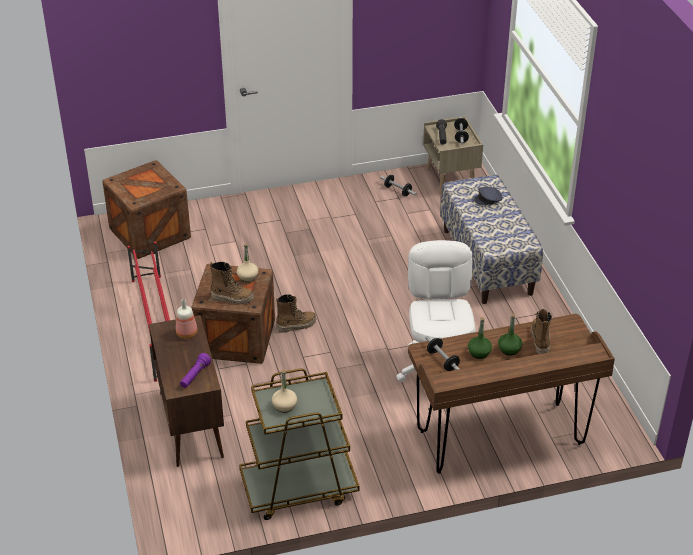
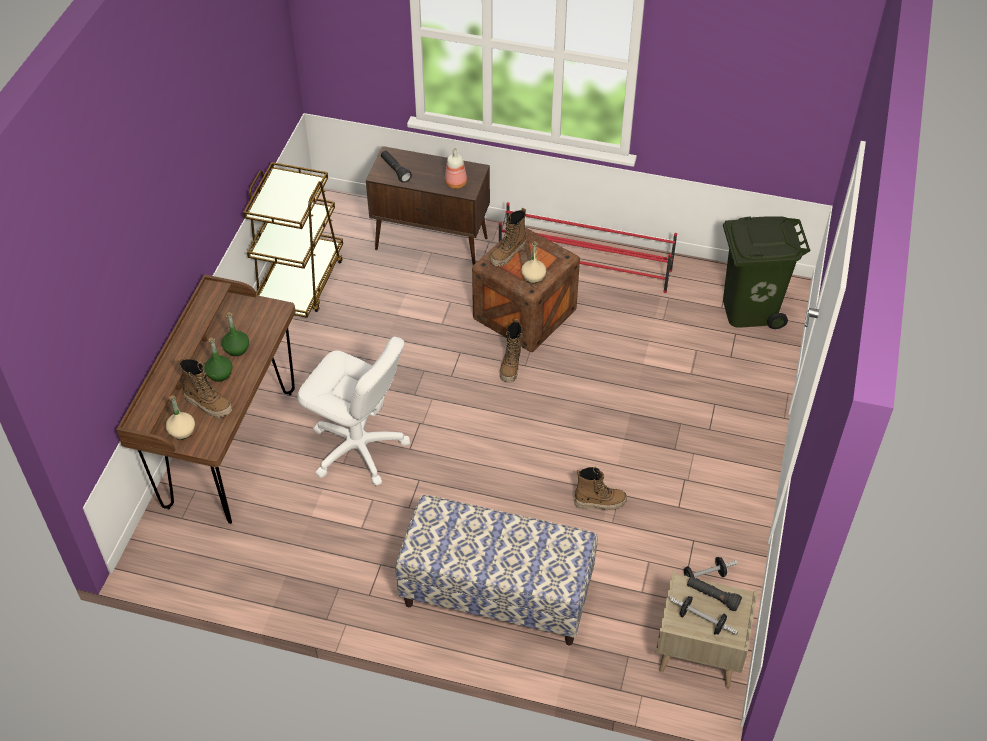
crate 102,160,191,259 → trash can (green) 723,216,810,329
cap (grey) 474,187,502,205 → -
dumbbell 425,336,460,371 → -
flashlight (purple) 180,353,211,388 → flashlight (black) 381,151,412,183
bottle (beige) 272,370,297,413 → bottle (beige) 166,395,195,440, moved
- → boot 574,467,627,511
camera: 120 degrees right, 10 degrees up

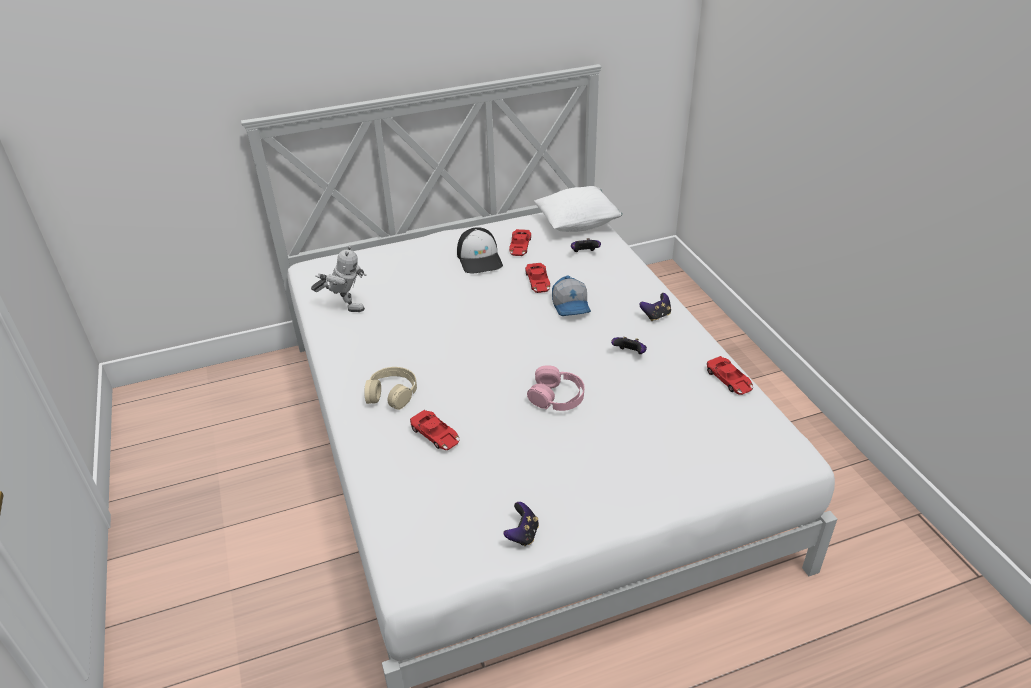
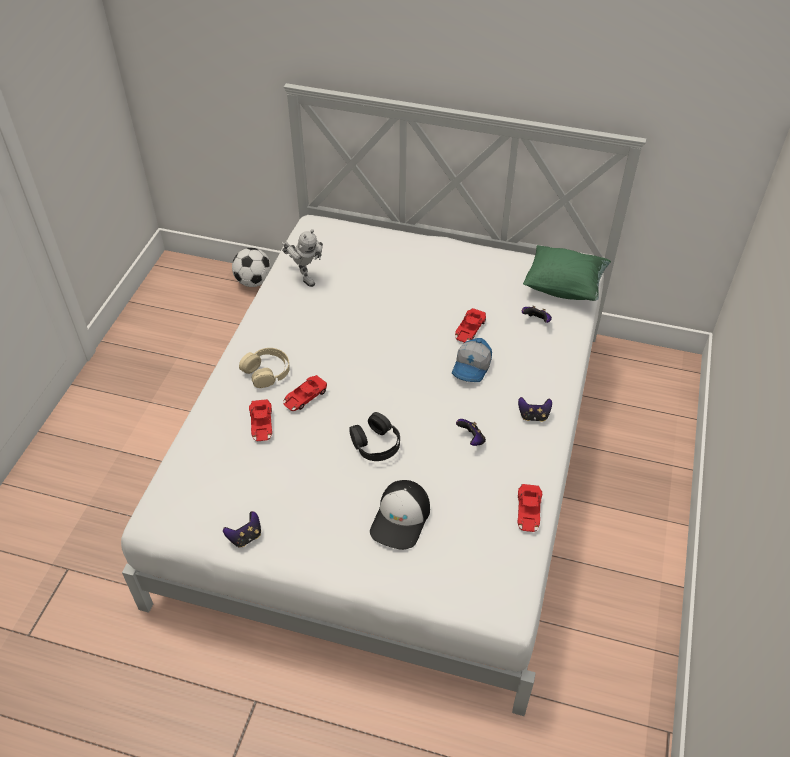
pillow (white) 534,186,623,232 → pillow (green) 523,245,611,301
cap 457,227,503,273 → cap 370,480,430,550, moved
toy car (red) 509,229,531,256 → toy car (red) 283,375,327,411, moved
headphones (pink) 527,366,584,411 → headphones (black) 349,412,400,461
- → football 232,248,271,287
camera: 35 degrees right, 10 degrees up

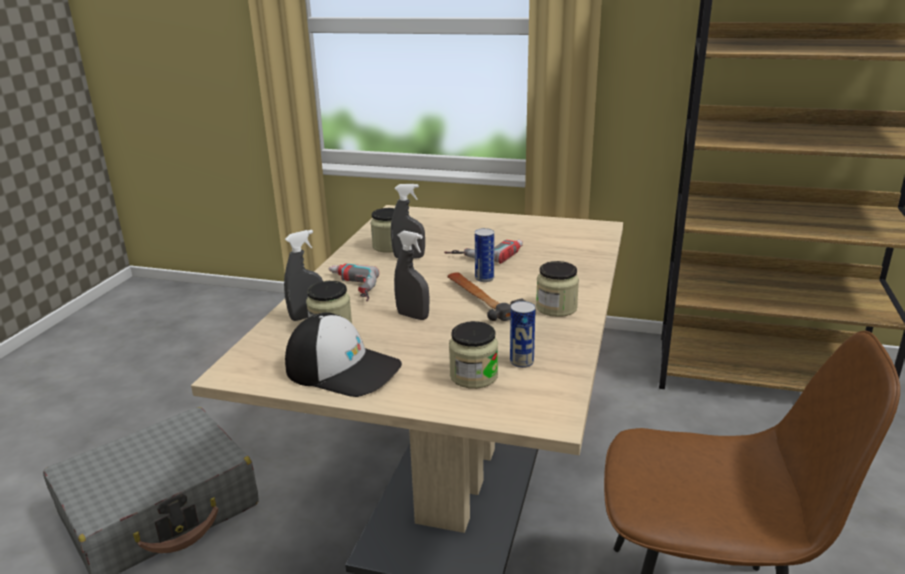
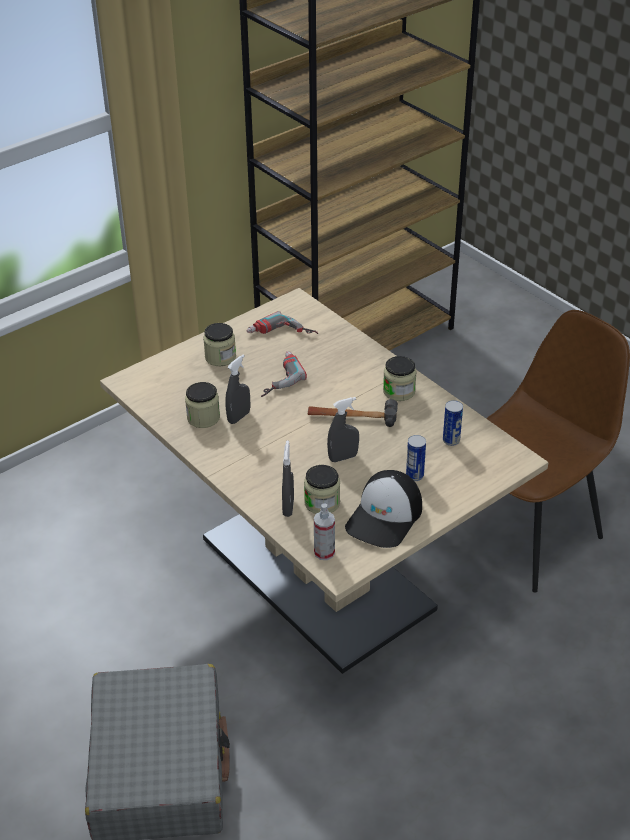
can 475,228,494,282 → can 406,435,426,481, moved
power drill 329,263,379,301 → power drill 247,311,319,334, moved
cap 285,312,402,397 → cap 345,470,422,548, 150 degrees clockwise
jar 449,321,498,389 → jar 203,323,236,366, moved
- → spray bottle 314,503,335,560
camera: 55 degrees left, 15 degrees up

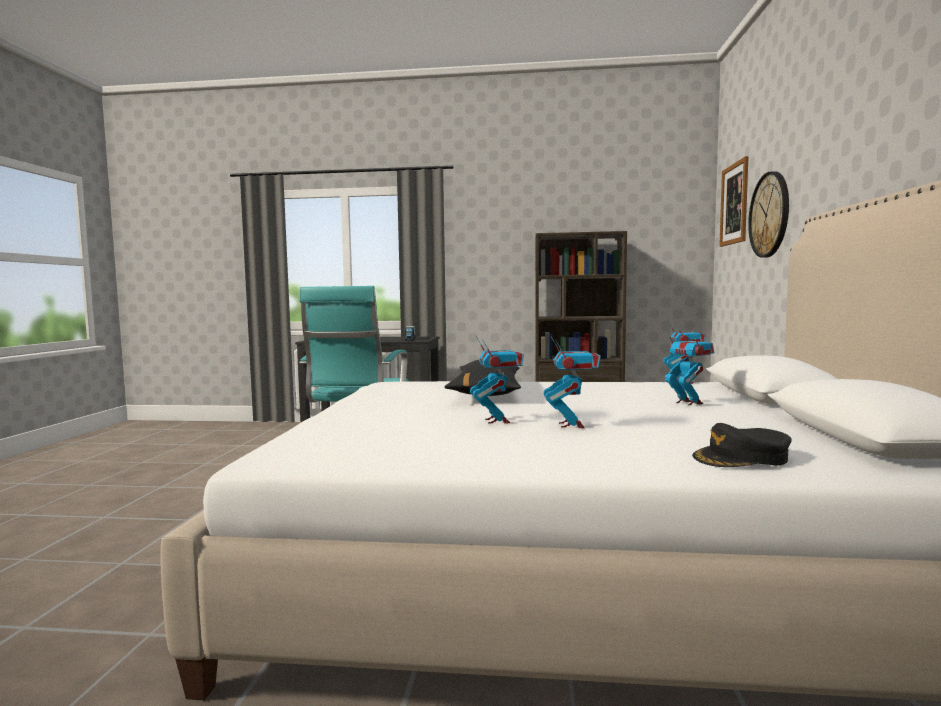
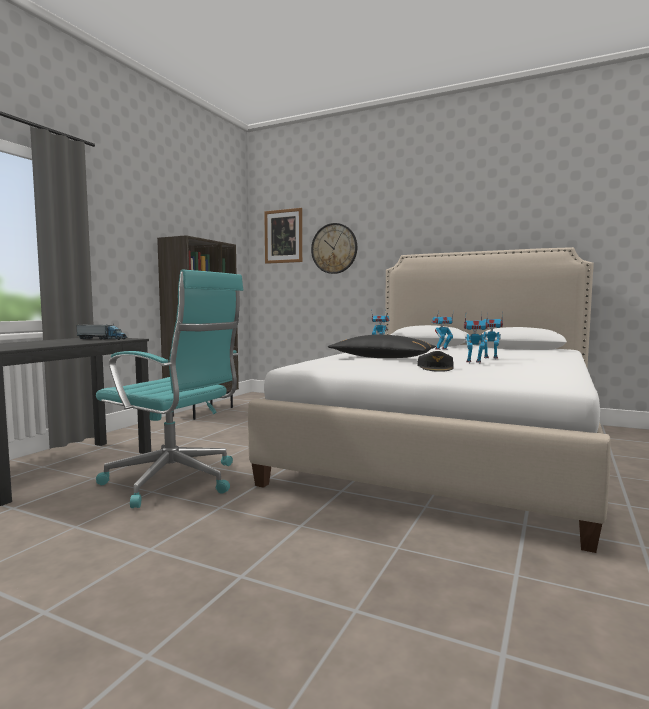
cap (black) 692,423,791,467 → cap (black) 417,351,454,372, moved
camera: 70 degrees left, 0 degrees up

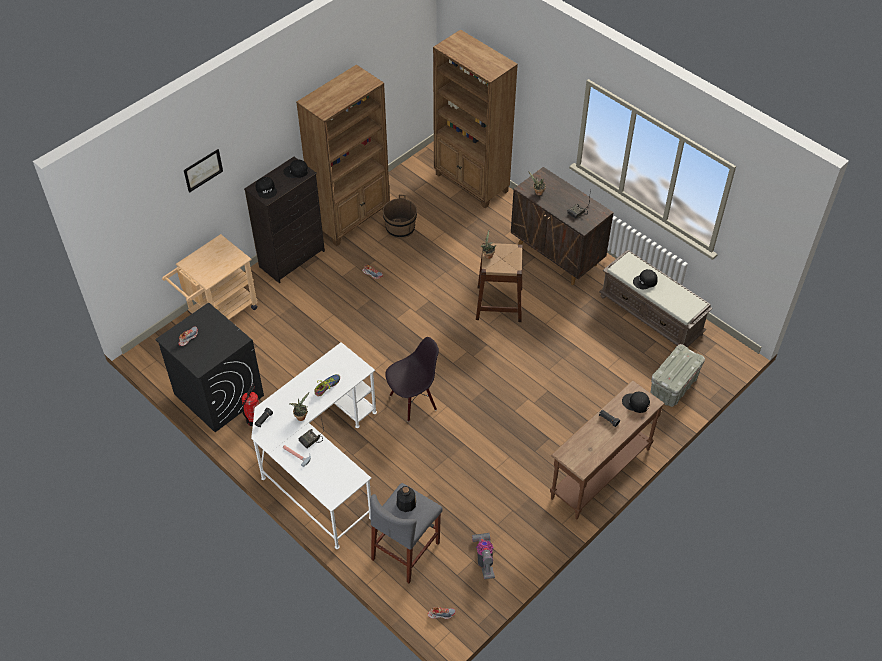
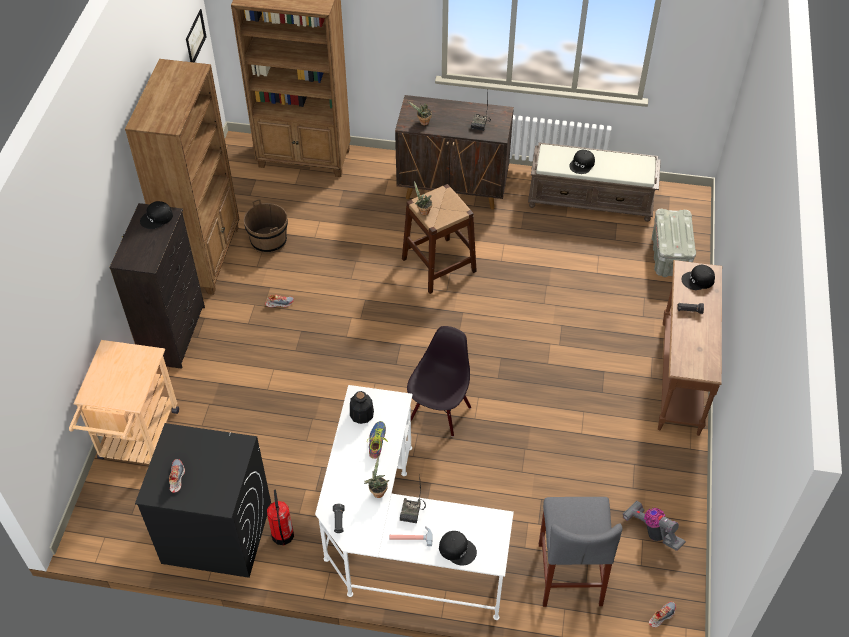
picture 184,149,223,193 → picture 186,9,207,63, moved
cap (black) 256,177,277,199 → cap (black) 439,531,477,565, moved
bottle 396,486,416,512 → bottle 350,391,374,424, moved
camera: 35 degrees left, 0 degrees up

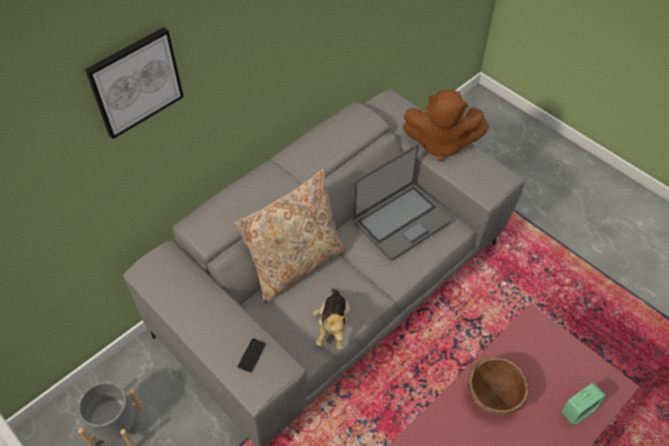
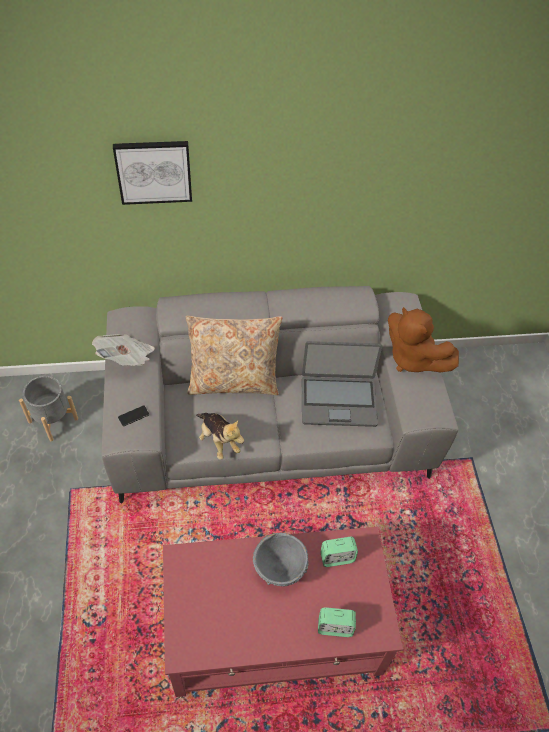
plush toy 313,288,350,350 → plush toy 196,413,244,460, 75 degrees counterclockwise
bowl (brown) 467,358,529,416 → bowl (grey) 253,532,309,587
- → newspaper 92,334,155,366
- → alarm clock 320,537,358,567
camera: 35 degrees right, 0 degrees up

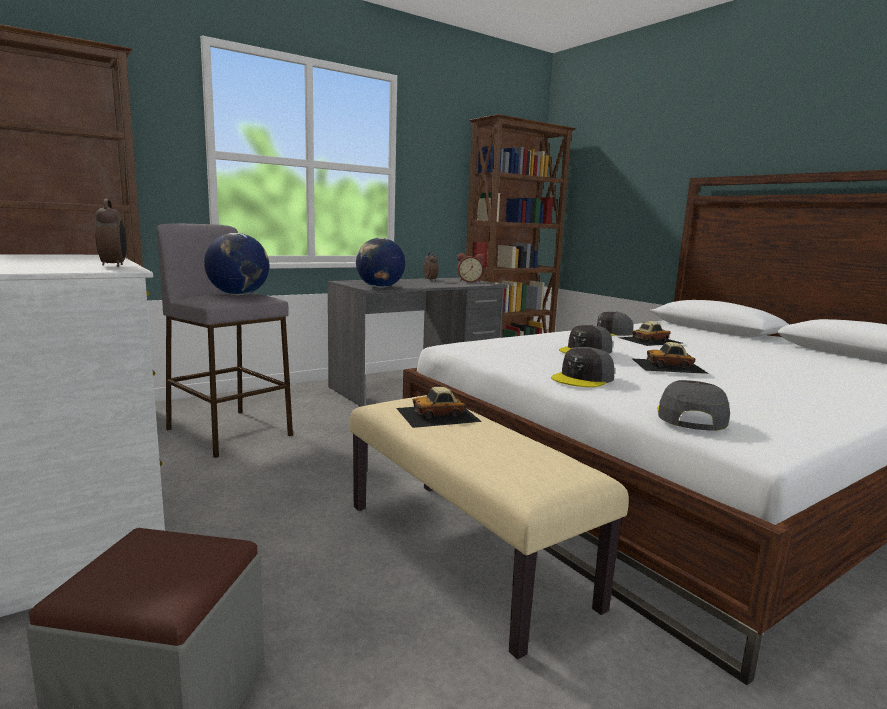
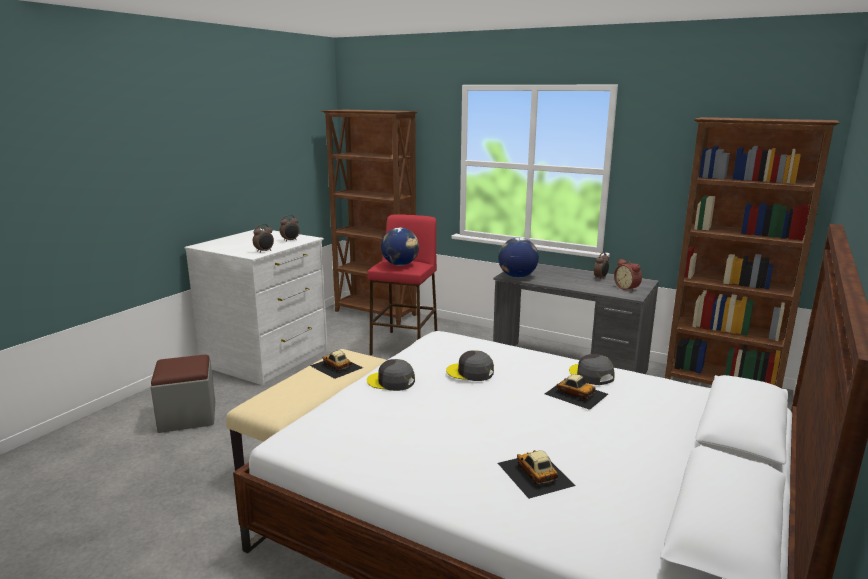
stool (grey) 157,223,293,458 → stool (red) 367,214,437,355
toy car 631,342,709,374 → toy car 498,450,576,499, moved
cap (grey) 657,380,730,431 → -
- → alarm clock 280,215,300,241
camera: 65 degrees right, 5 degrees up

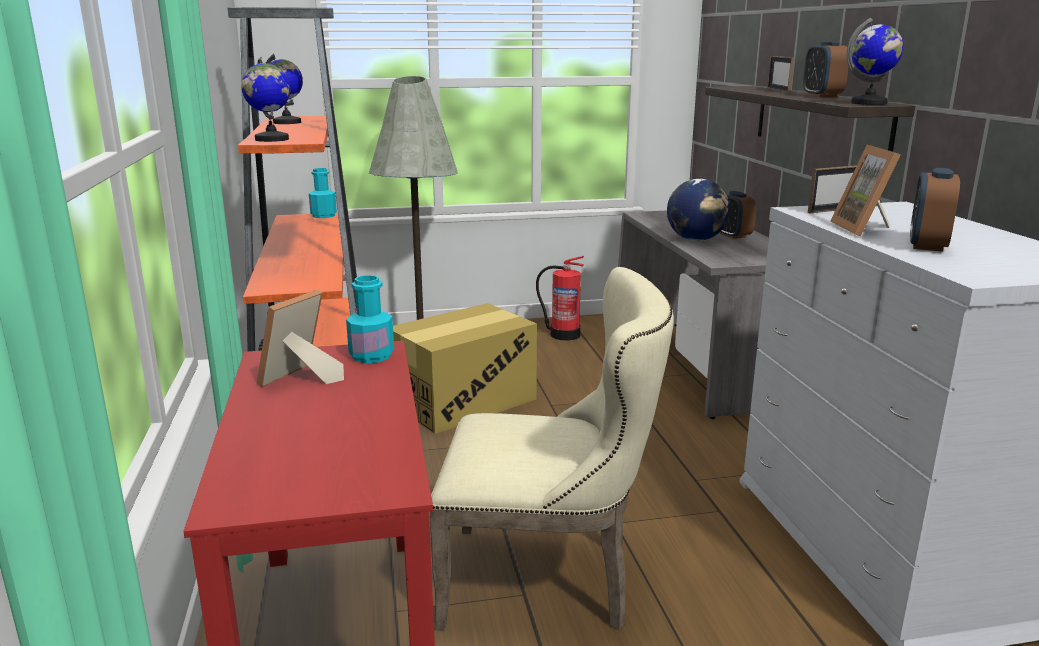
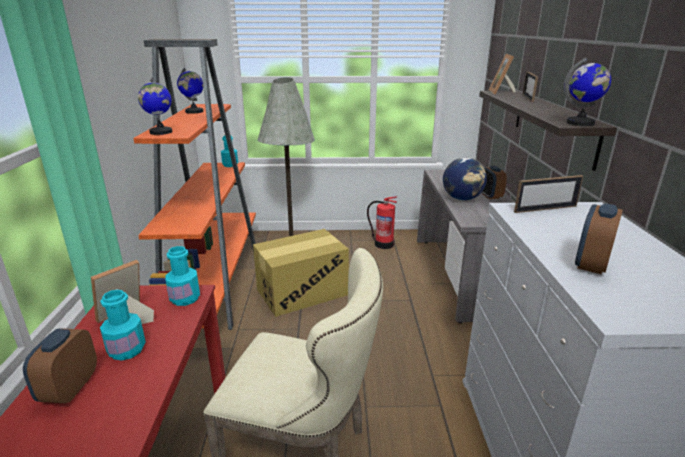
alarm clock 803,42,849,97 → alarm clock 23,328,97,403, moved
picture frame 830,145,901,237 → picture frame 489,54,516,95, moved
- → bottle (turquoise) 100,290,146,361
camera: 10 degrees right, 5 degrees up

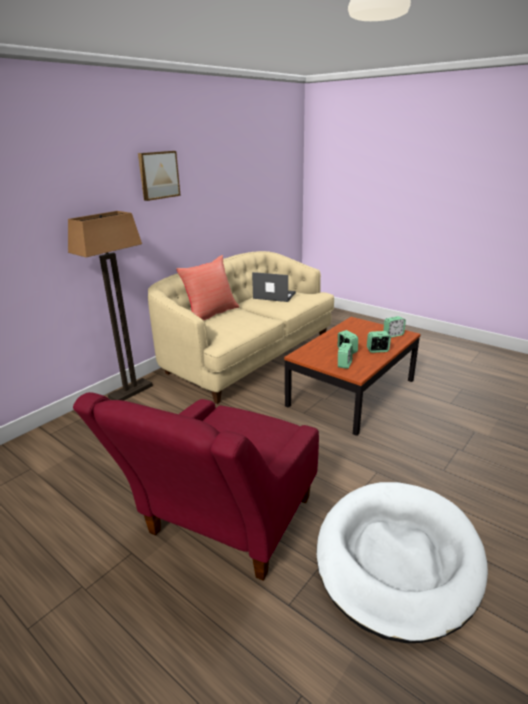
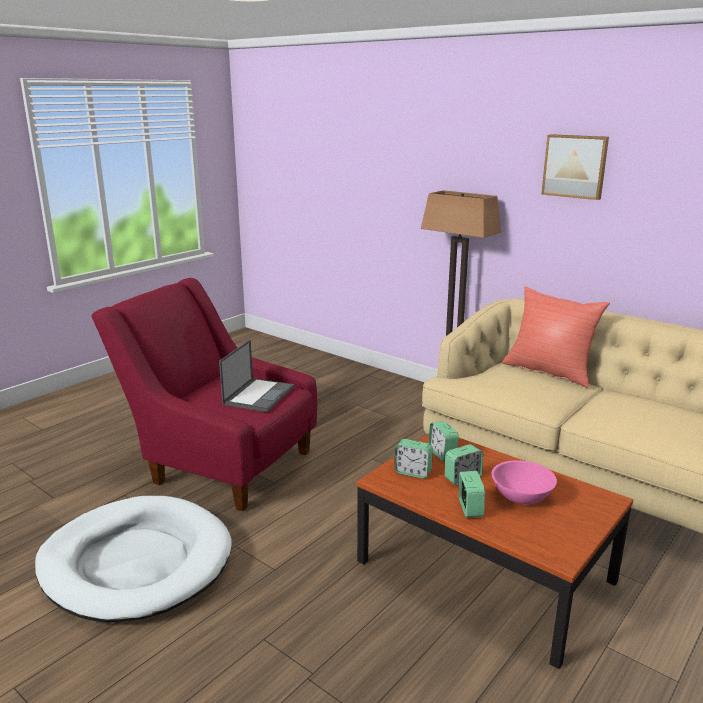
laptop 252,272,296,302 → laptop 219,340,294,412, moved
alarm clock 383,316,406,338 → alarm clock 428,421,459,461, moved
- → bowl (pink) 492,460,557,504
camera: 90 degrees right, 5 degrees down

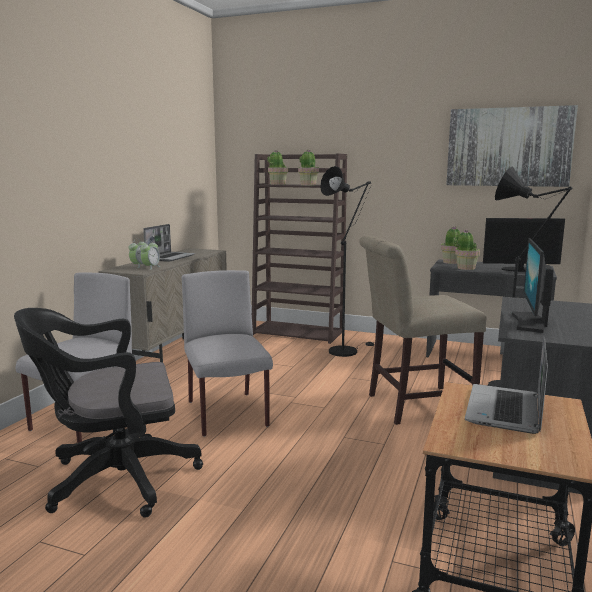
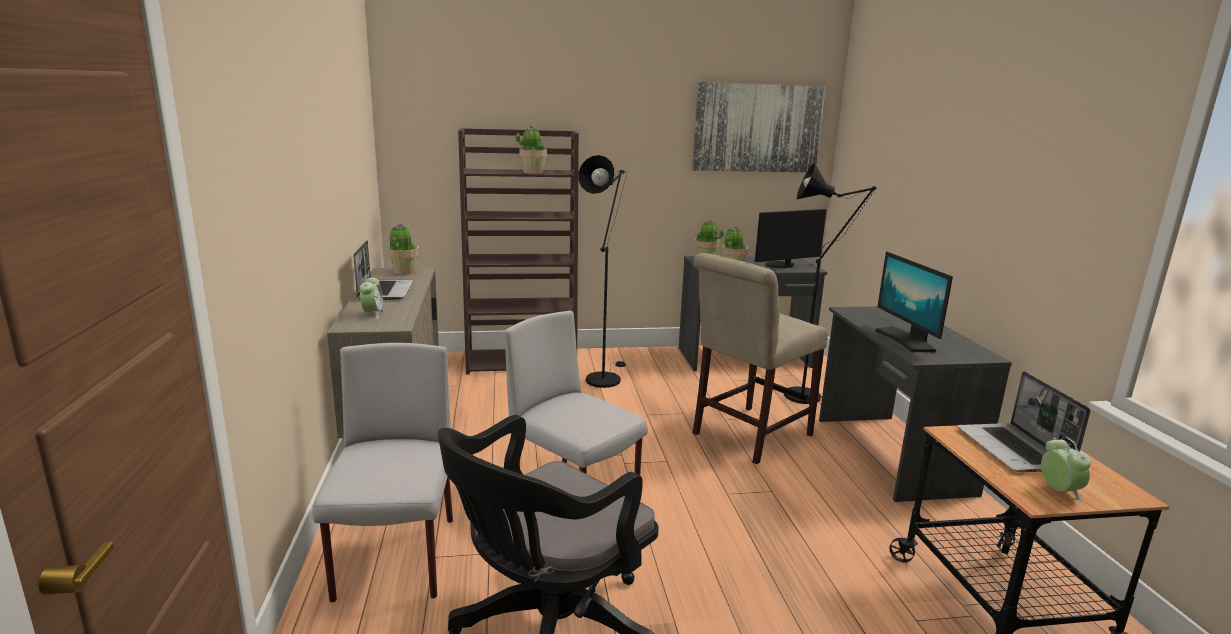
potted plant 267,150,288,185 → potted plant 388,223,420,275, moved
alarm clock 140,240,161,270 → alarm clock 1041,437,1091,503, moved
camera: 30 degrees left, 5 degrees up

